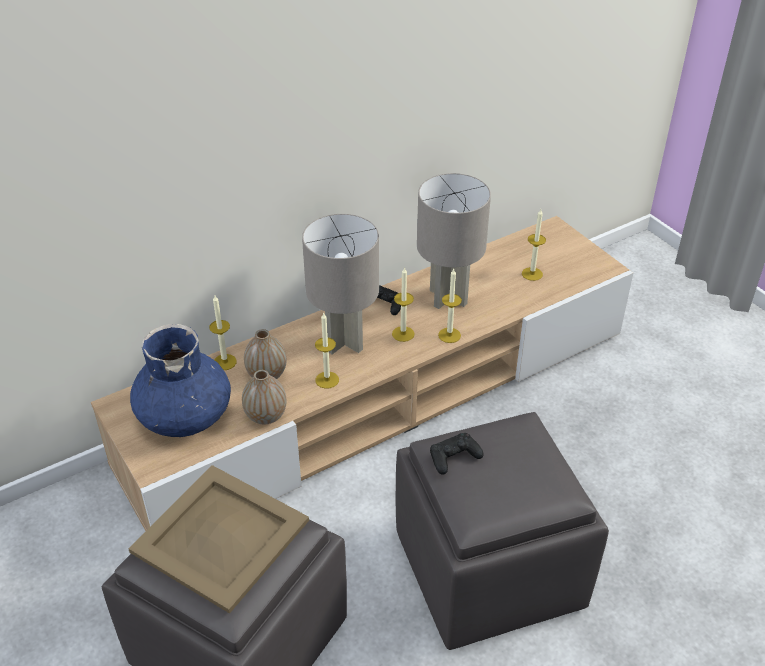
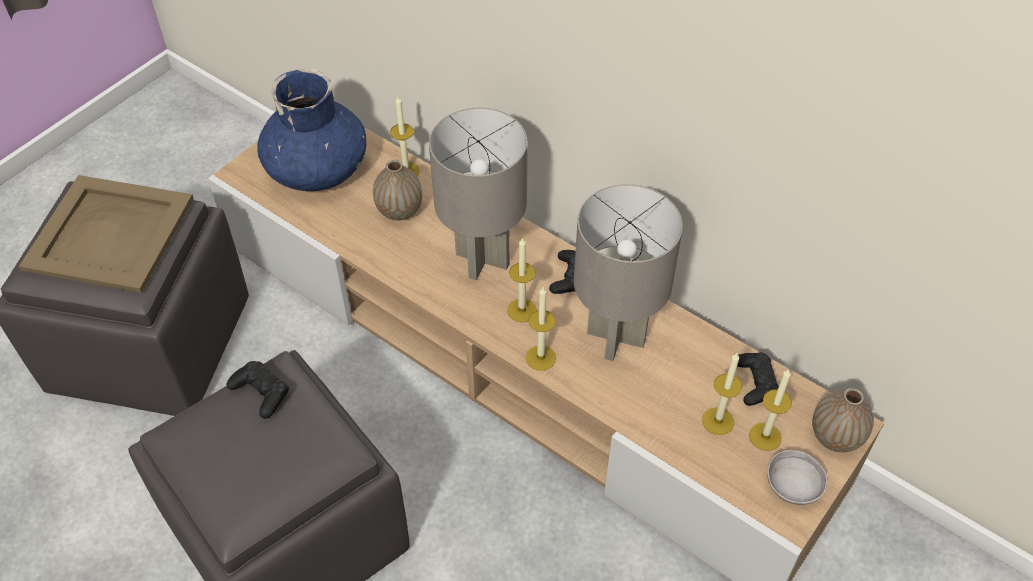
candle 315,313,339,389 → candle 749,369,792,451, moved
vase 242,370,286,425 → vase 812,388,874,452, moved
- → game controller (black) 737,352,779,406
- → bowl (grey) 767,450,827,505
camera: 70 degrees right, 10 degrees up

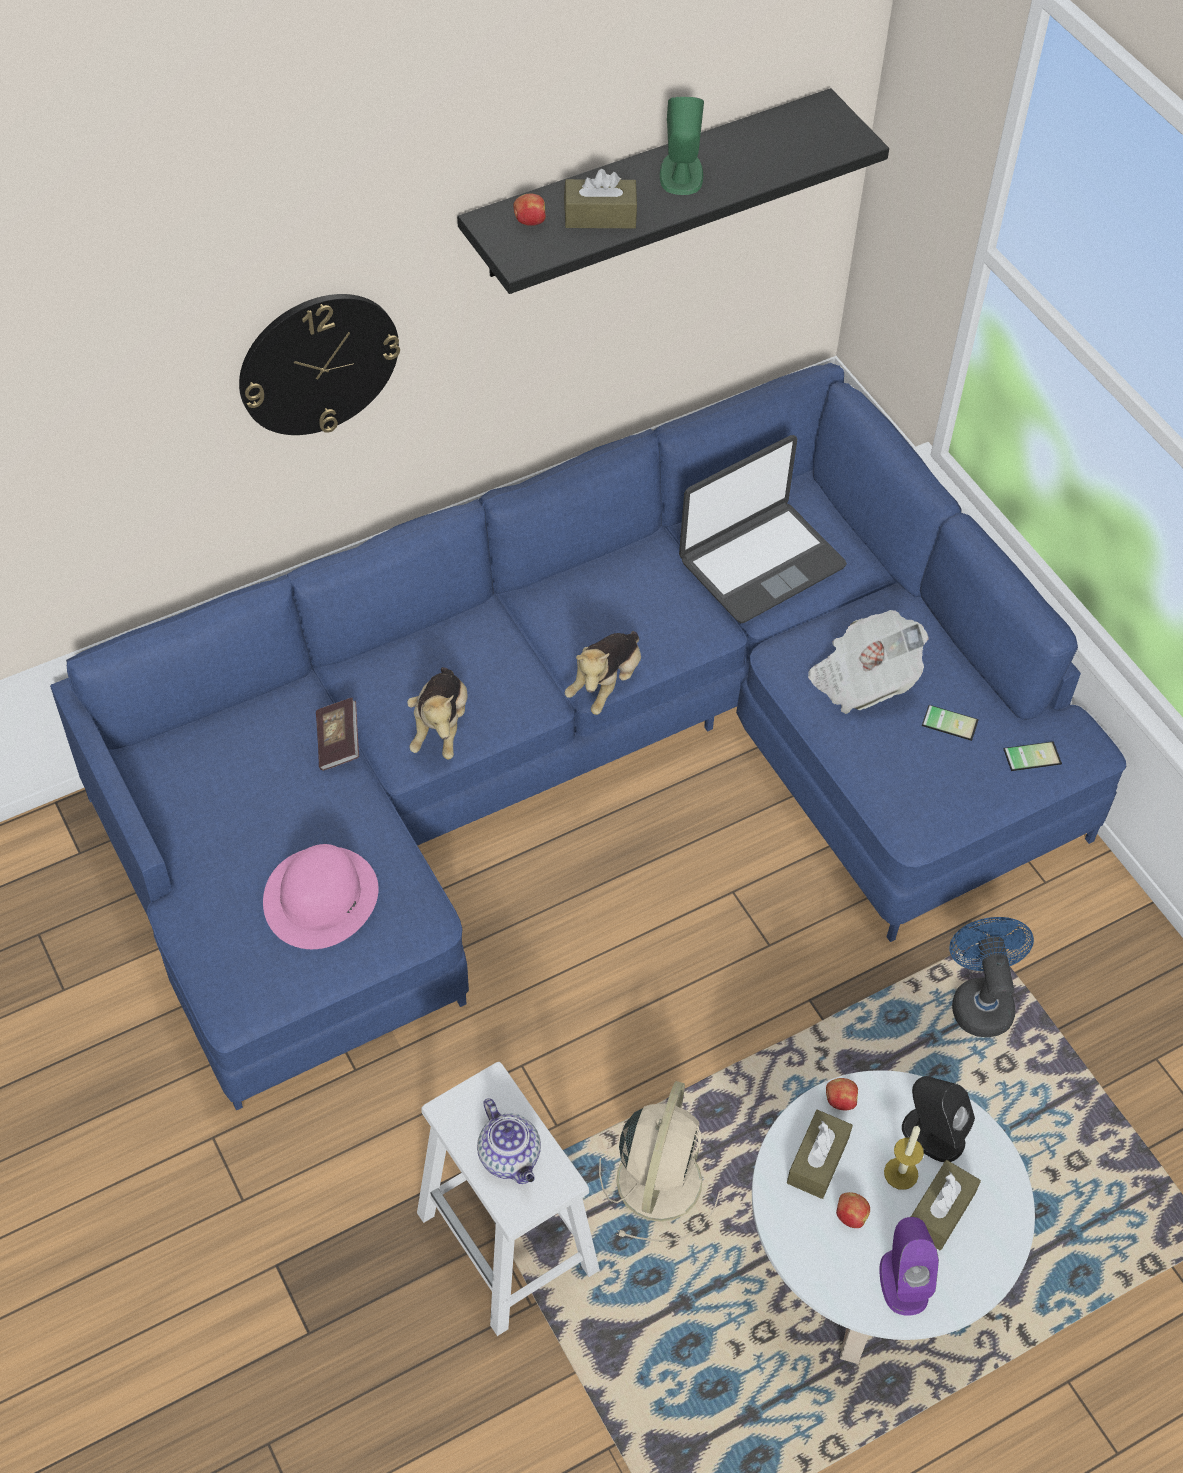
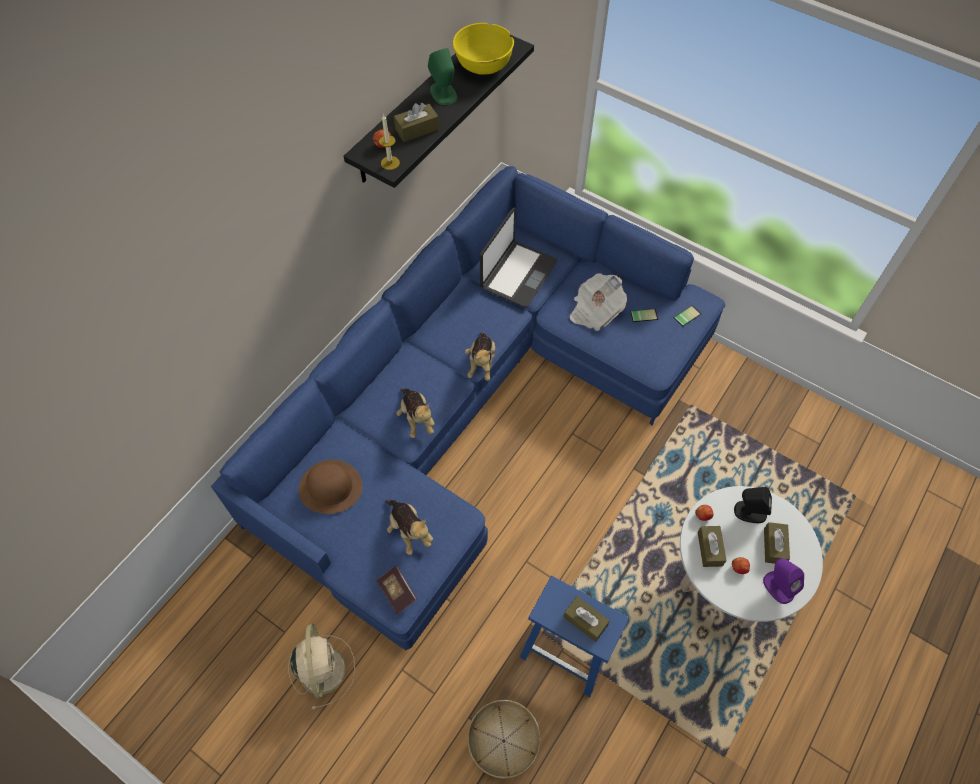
wall clock 239,294,400,435 → -
book 316,698,359,771 → book 377,566,417,614, moved
hat (pink) 263,844,379,949 → plush toy 385,500,433,555
fan (blue) 949,917,1034,1037 → -
stool (white) 417,1062,600,1336 → stool (blue) 520,576,629,697
fan (beige) 599,1081,720,1242 → fan (beige) 288,624,355,709, moved
teapot 477,1098,541,1184 → tissue box (brown) 563,596,610,642
candle 884,1126,924,1190 → candle 379,114,400,170, moved
- → bowl (yellow) 453,23,514,75
- → hat (brown) 299,460,363,514
- → basket 467,700,541,779
camera: 25 degrees left, 5 degrees up

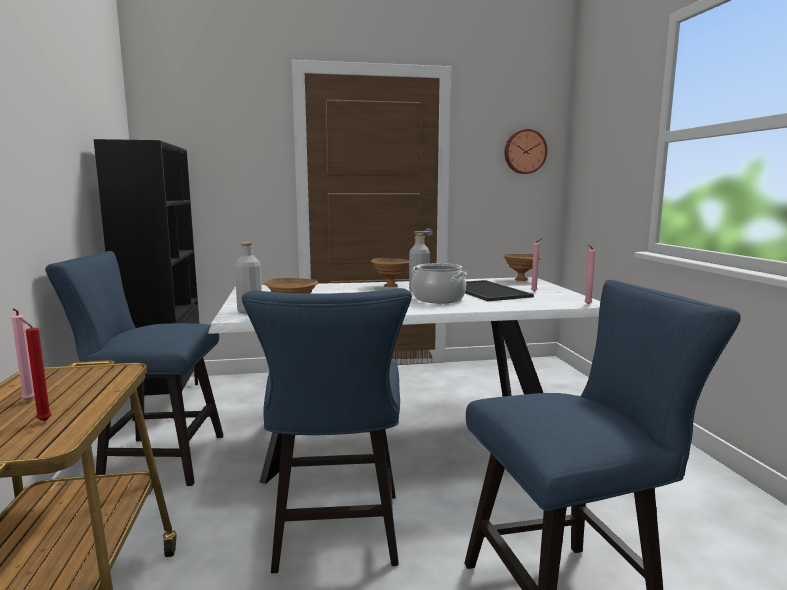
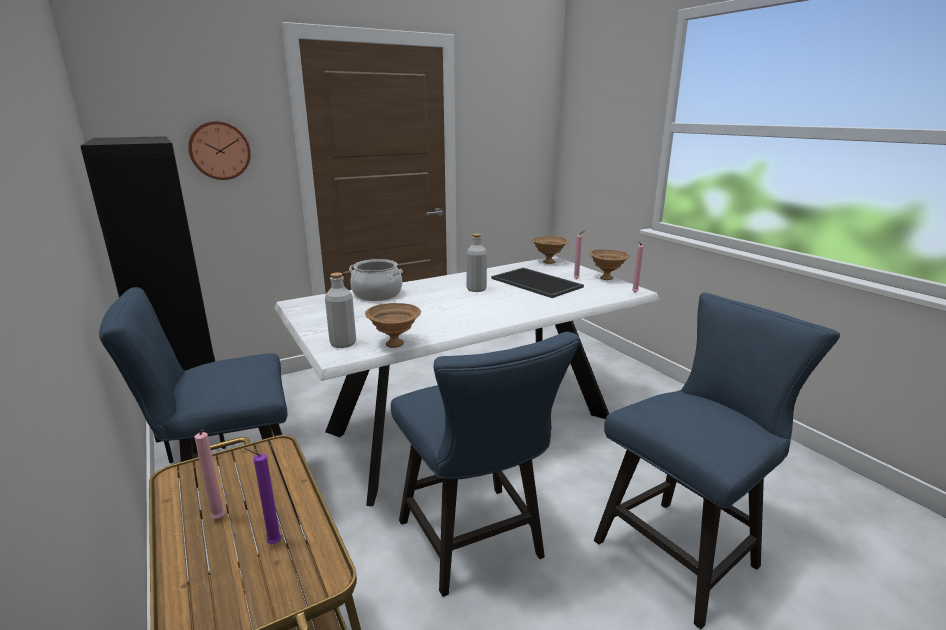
wall clock 504,129,548,174 → wall clock 188,121,251,180, moved
bowl (brown) 371,258,409,287 → bowl (brown) 589,250,630,280, moved
cooking pot 411,263,467,304 → cooking pot 349,259,403,301, moved
candle (red) 20,318,52,422 → candle (purple) 244,448,282,544
camera: 20 degrees left, 10 degrees up

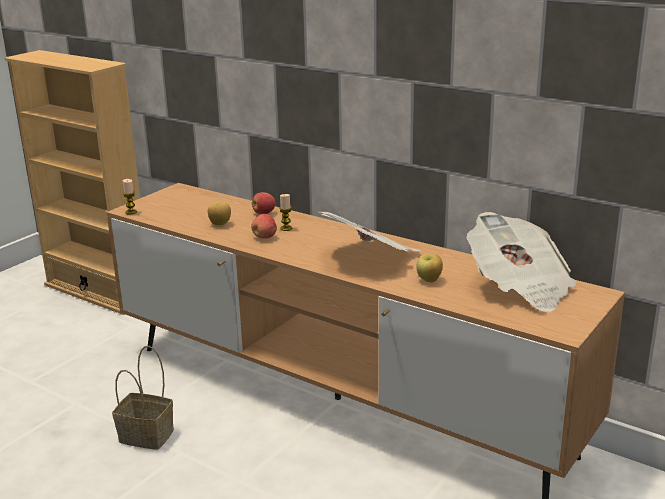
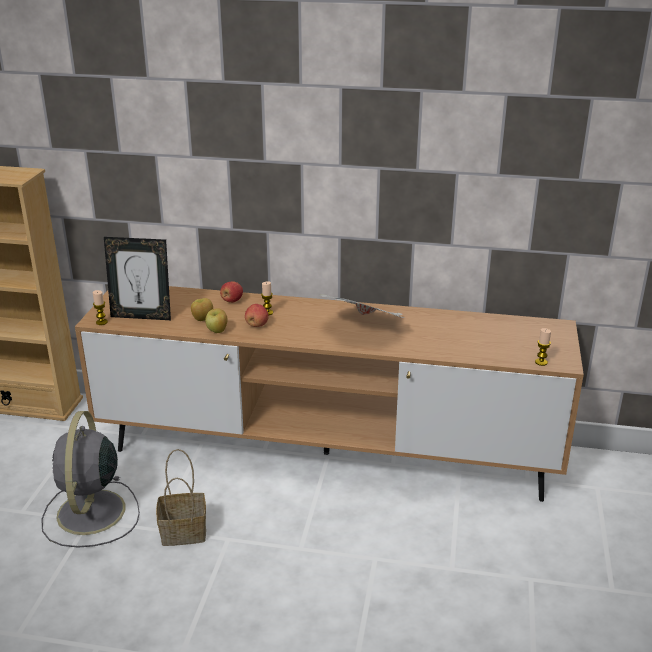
newspaper 467,212,577,313 → -
apple 416,253,443,282 → apple 205,308,228,333, moved
- → picture frame 104,237,171,320
- → candle 535,328,551,366
- → fan (grey) 41,411,140,548
camera: 25 degrees left, 5 degrees up

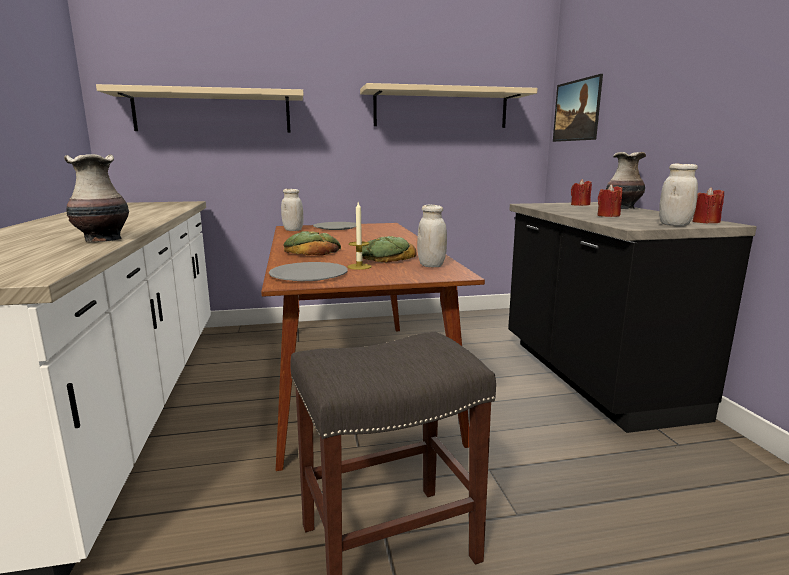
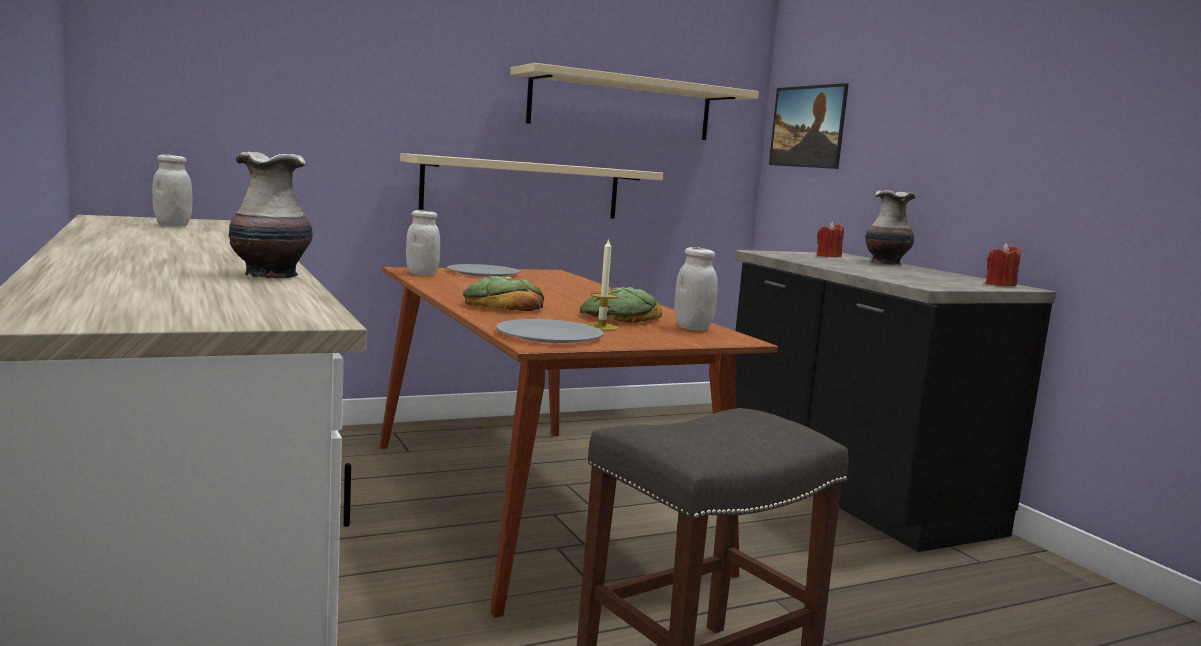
shelf (beige) 96,84,304,133 → shelf (beige) 400,153,663,219, moved
jar (white) 659,163,698,226 → jar (white) 152,154,192,226, moved
candle (red) 597,184,622,217 → -
camera: 15 degrees left, 5 degrees down

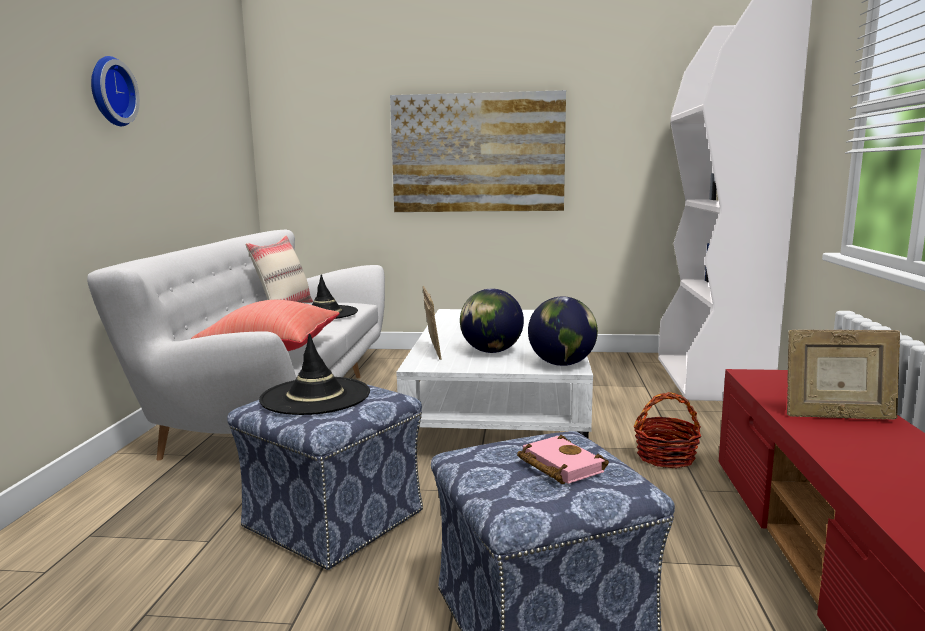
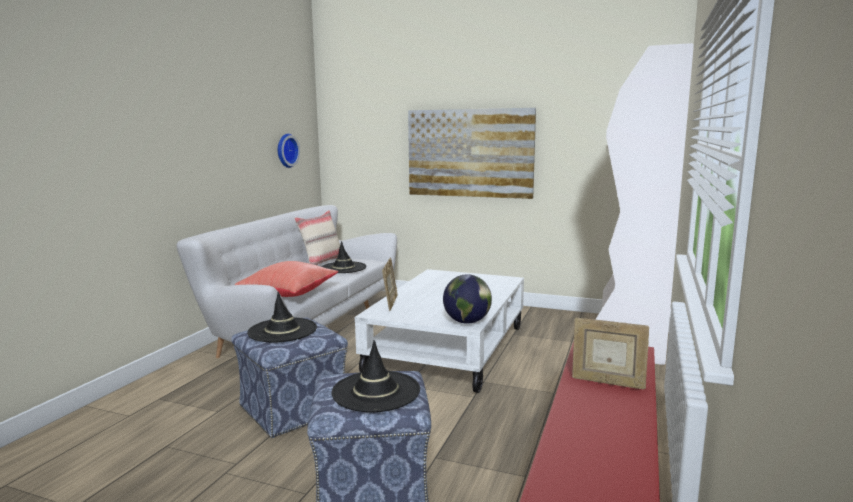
wall clock 91,56,140,126 → wall clock 278,134,300,168, moved
globe 460,289,524,353 → -
basket 634,392,701,469 → -
book (pink) 517,435,609,484 → hat (black) 332,340,420,412
camera: 15 degrees right, 0 degrees up

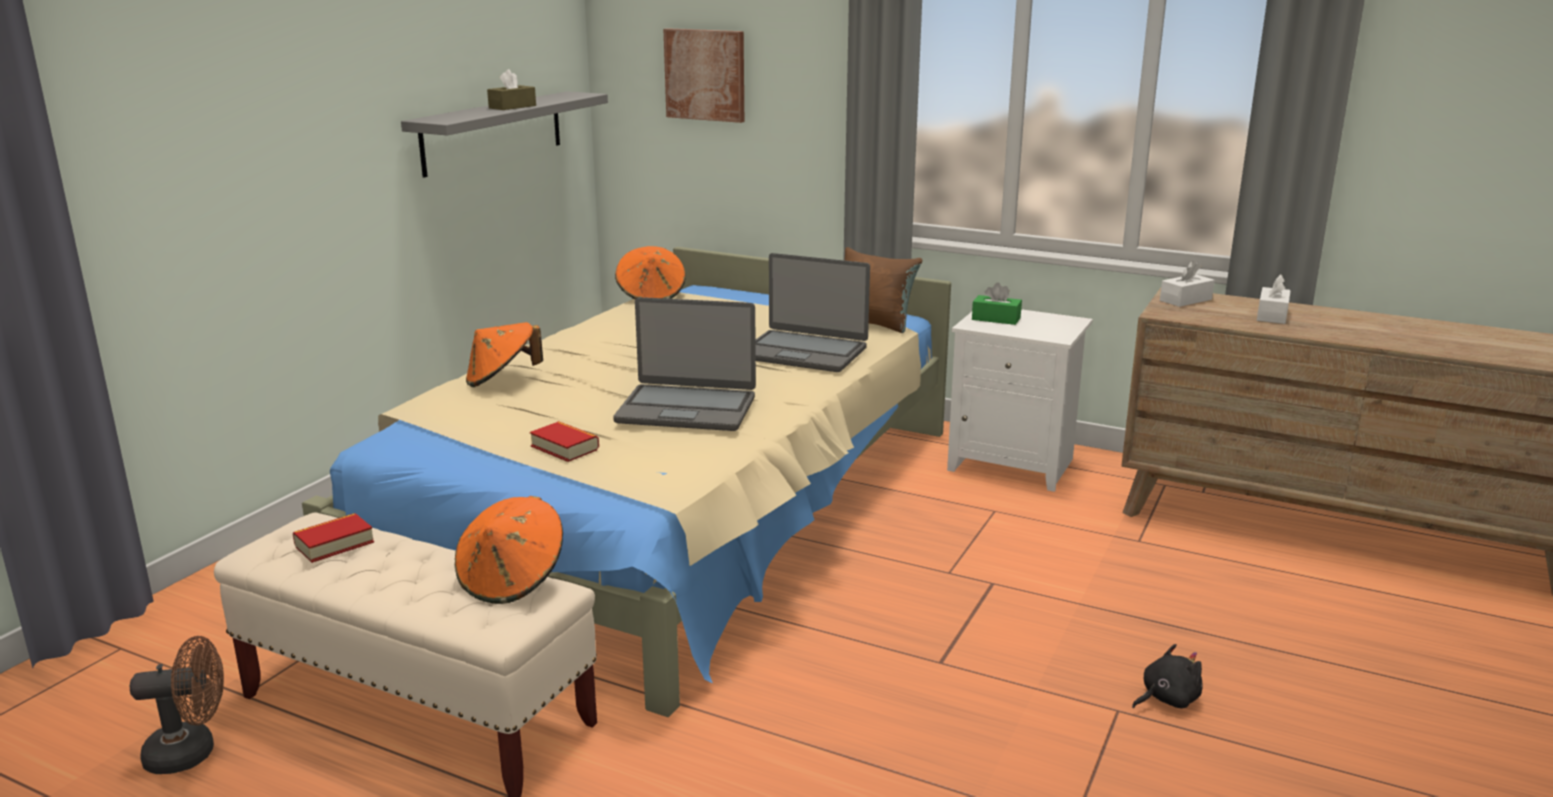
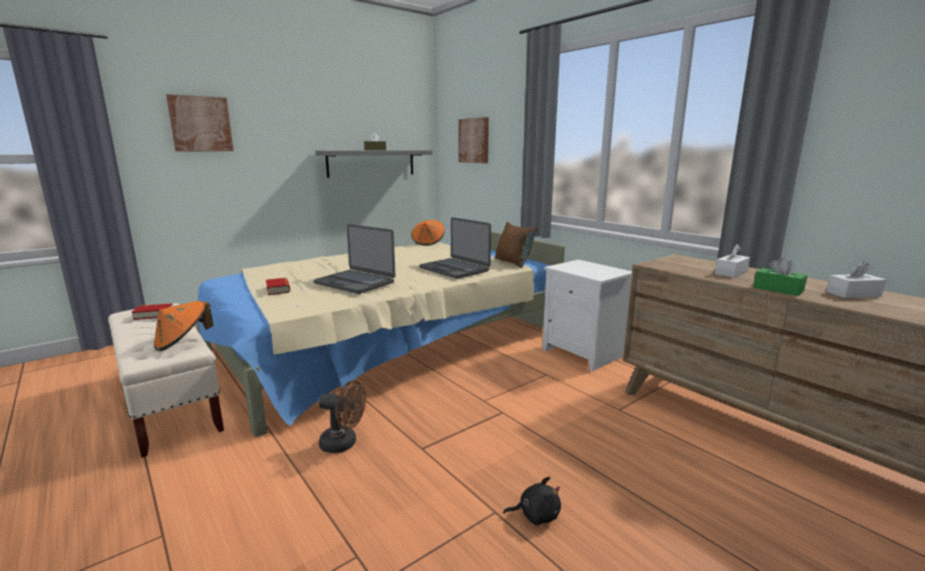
tissue box (white) 1160,261,1215,307 → tissue box (white) 827,261,886,298, moved
tissue box (green) 972,282,1022,325 → tissue box (green) 753,257,807,296, moved
hat (orange) 466,322,543,387 → -
fan (brown) 130,636,224,774 → fan (brown) 318,381,366,453, moved
- → picture 166,94,233,152
camera: 25 degrees right, 5 degrees down

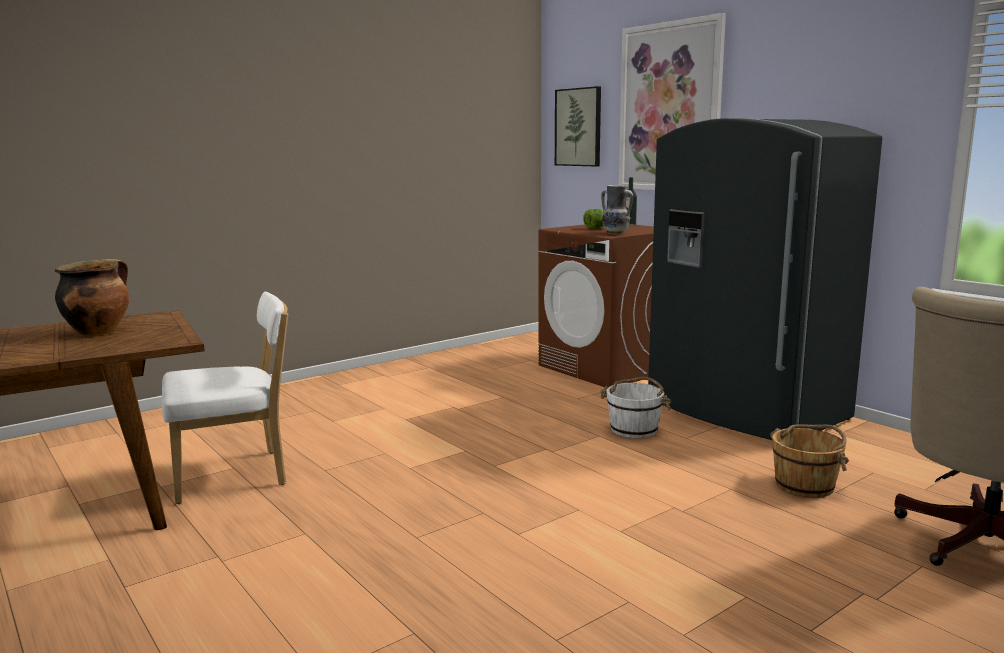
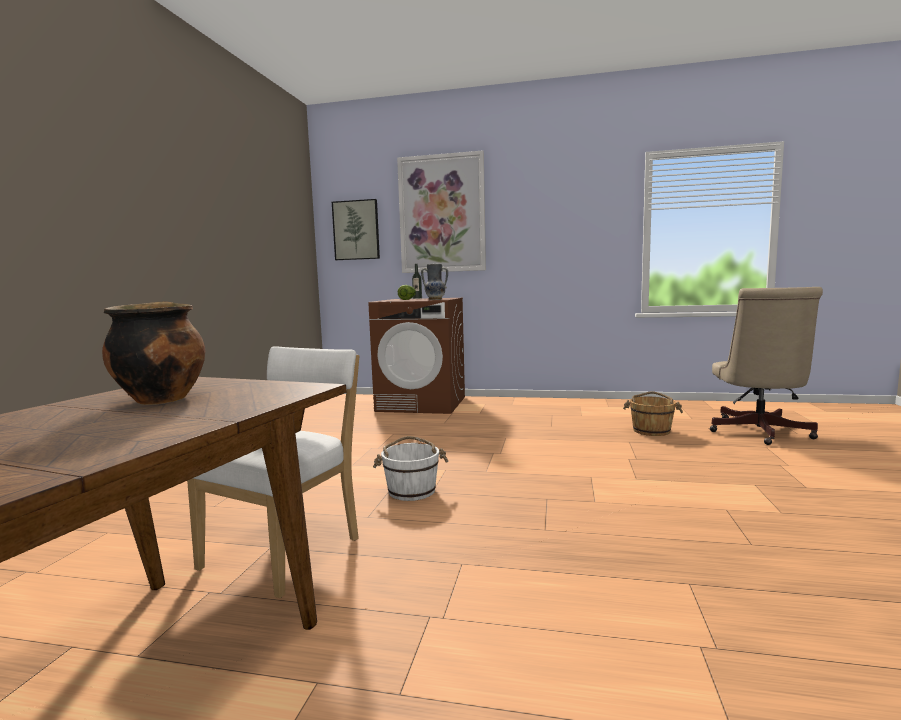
fridge (grey) 648,118,882,440 → -
bucket (white) 600,377,671,438 → bucket (white) 373,436,448,501, moved
camera: 40 degrees left, 5 degrees down

